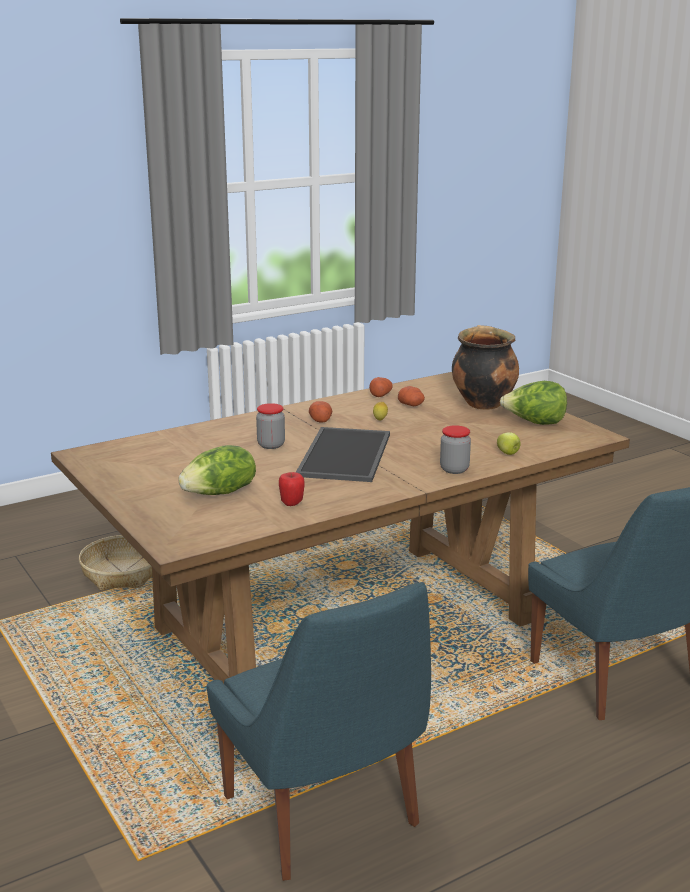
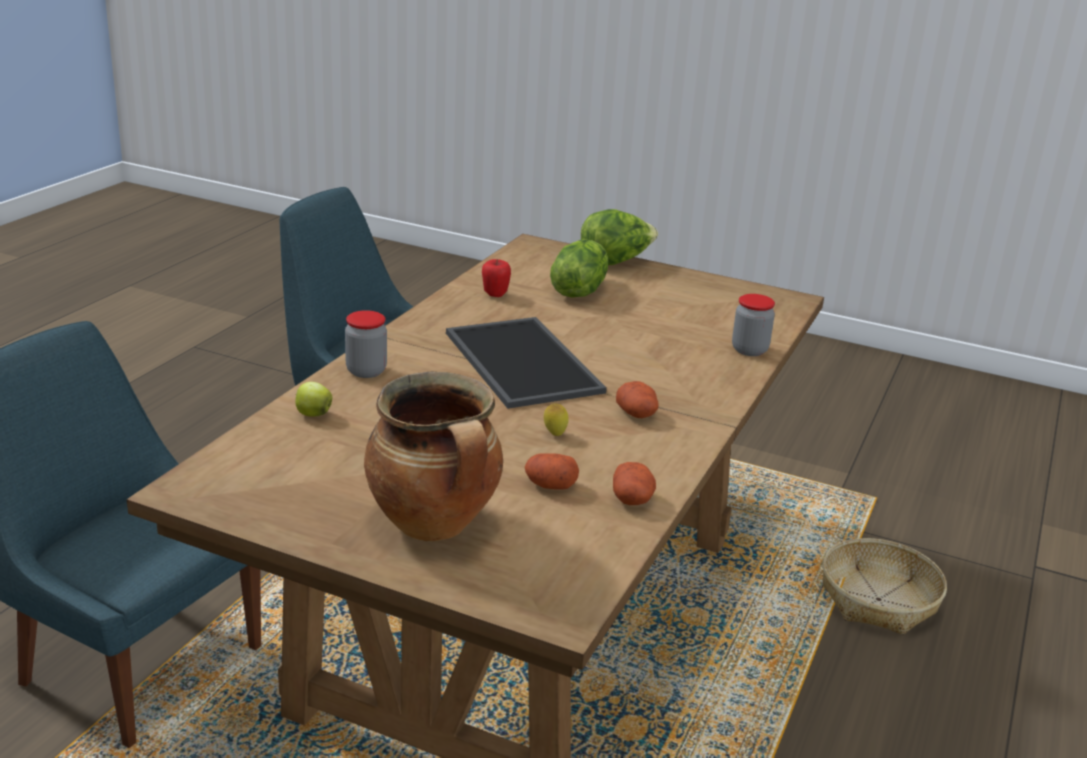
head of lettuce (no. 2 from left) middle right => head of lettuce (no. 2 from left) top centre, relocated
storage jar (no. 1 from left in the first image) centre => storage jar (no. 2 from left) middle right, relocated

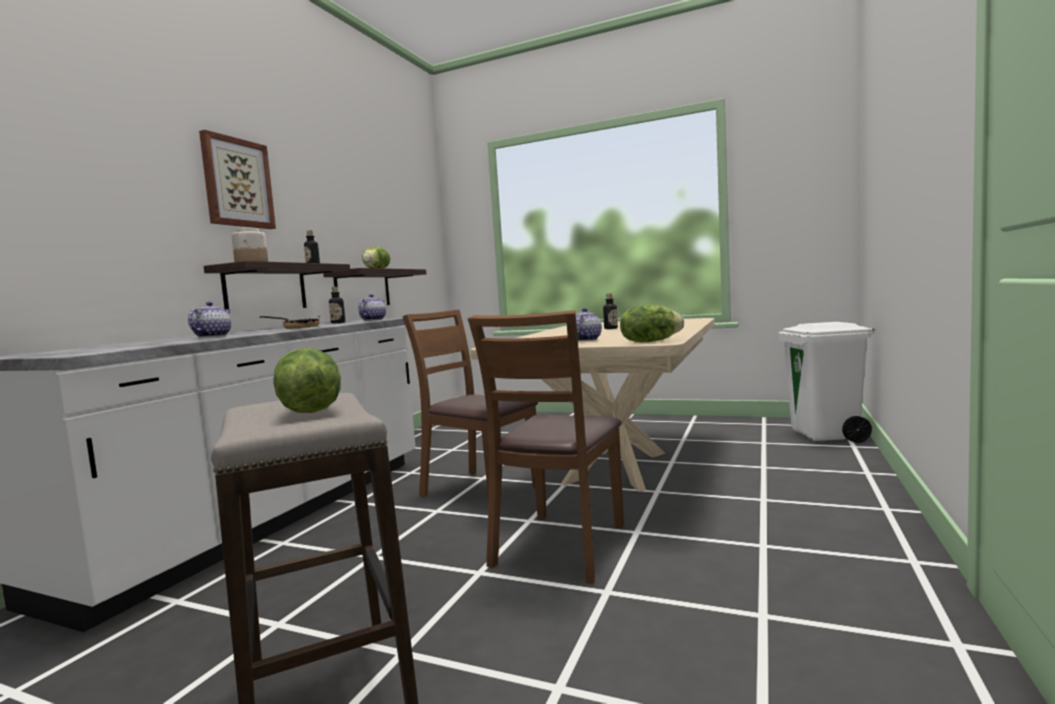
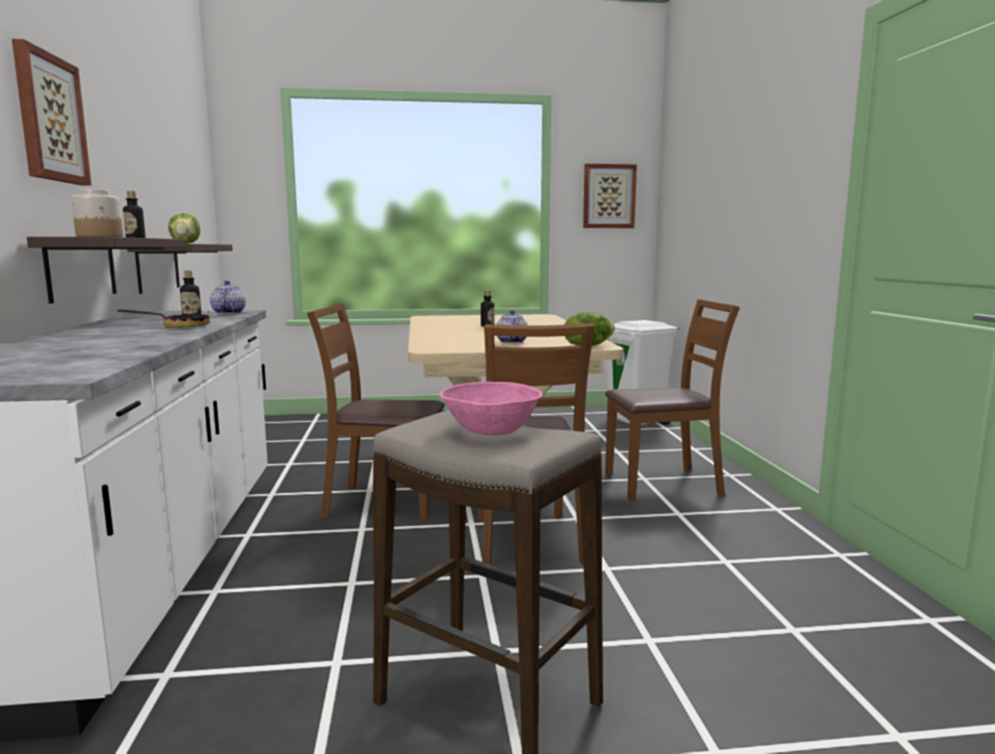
head of lettuce (no. 1 from left) middle left => pink-coloured serving bowl centre
nothing => wall picture (no. 2 from left) top centre
nothing => brown-coloured upright chair (no. 3 from left) middle right
teapot (no. 1 from left) middle left => nothing

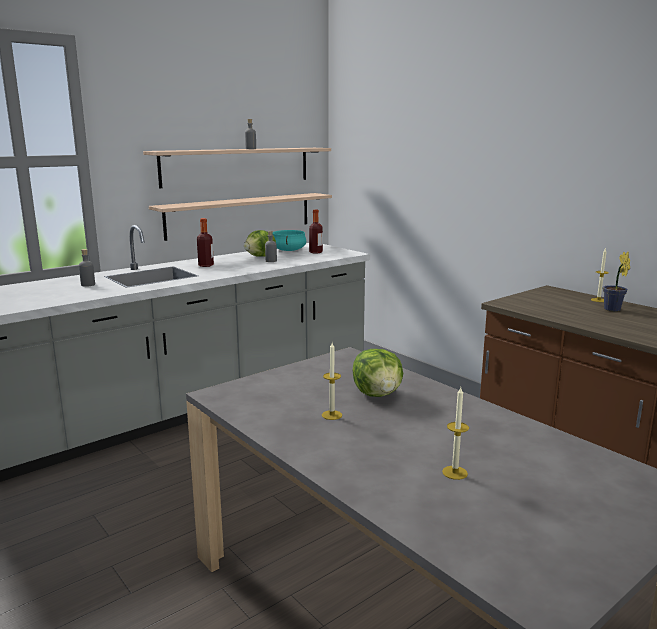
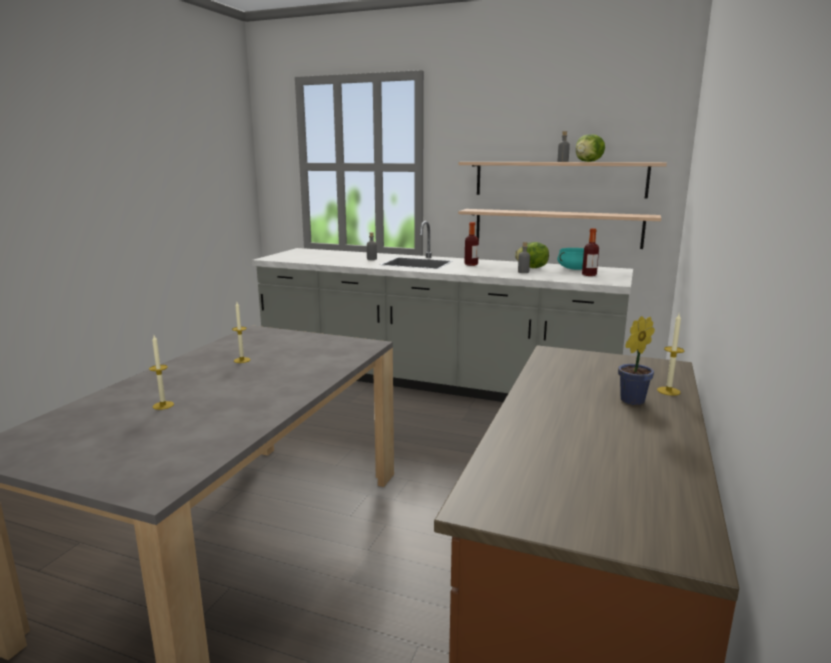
head of lettuce (no. 2 from left) centre => head of lettuce (no. 2 from left) top right, relocated

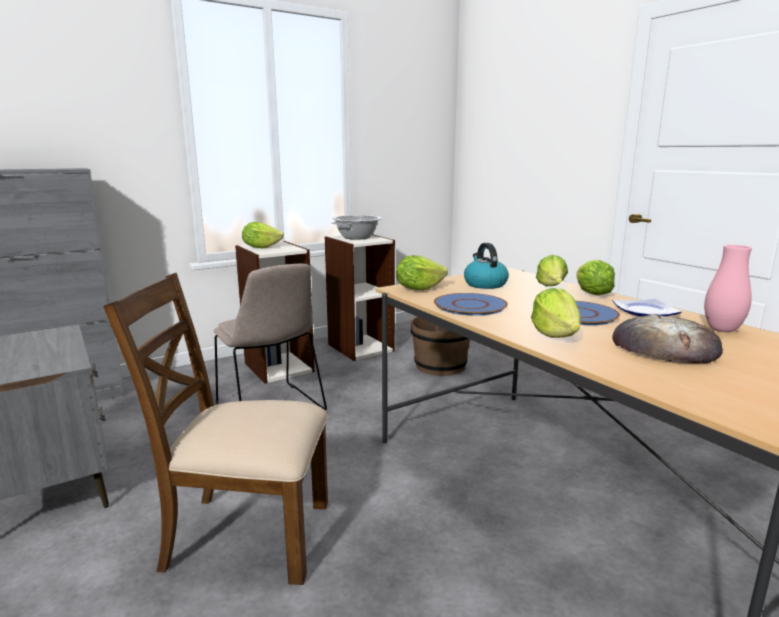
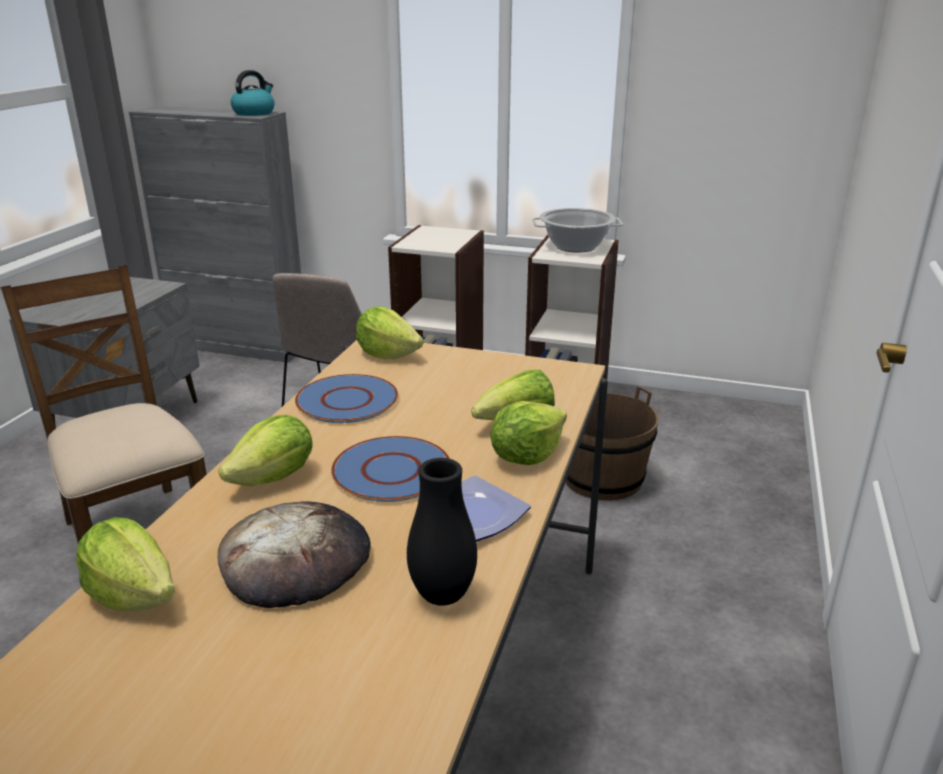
head of lettuce (no. 1 from left) centre => head of lettuce (no. 1 from left) bottom left, relocated
tea kettle centre => tea kettle top left, relocated
pink-coloured flower vase middle right => blackish flower vase bottom centre

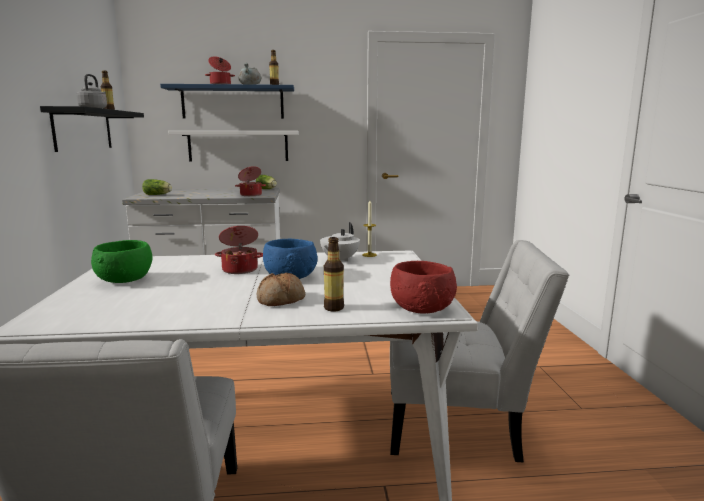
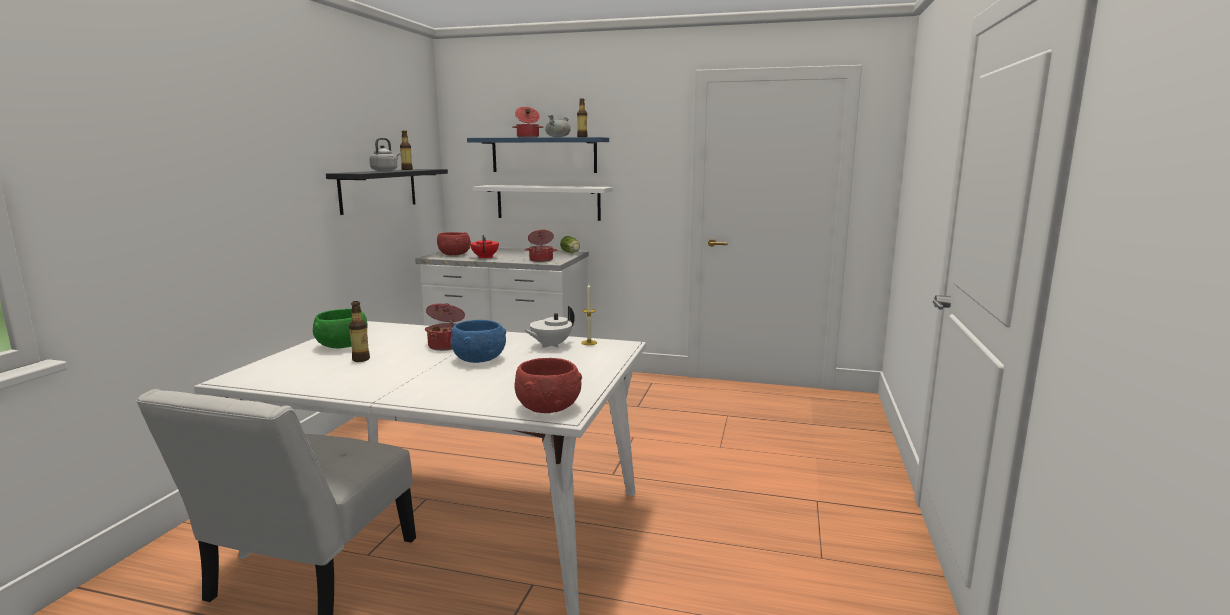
bottle (no. 3 from left in the first image) centre => bottle (no. 1 from left) middle left, relocated
head of lettuce (no. 1 from left) middle left => red-coloured serving bowl (no. 1 from left) centre
nothing => red-coloured teapot centre
bread centre => nothing
white-coloured upright chair (no. 2 from left) bottom right => nothing

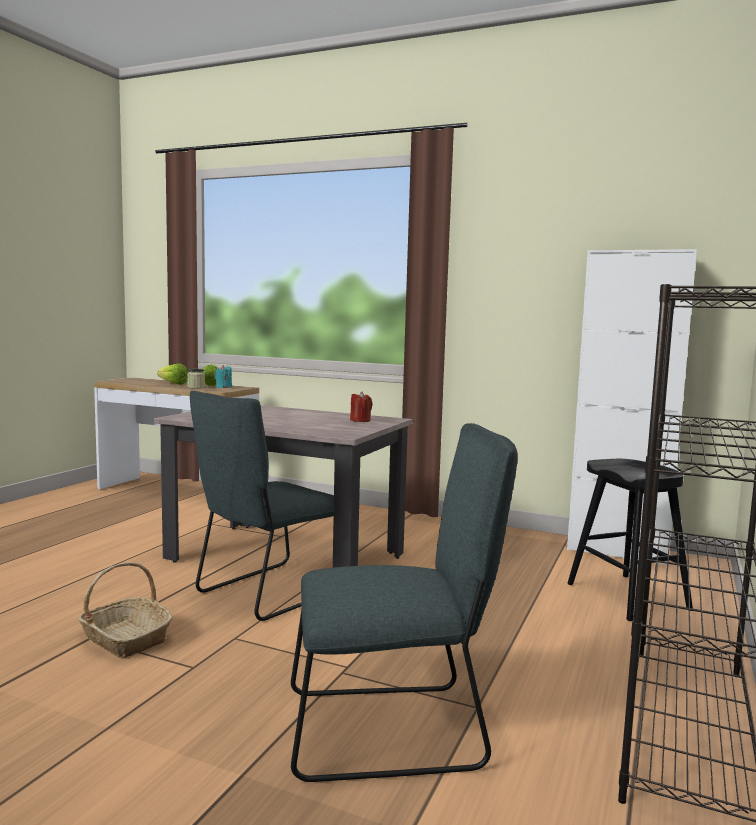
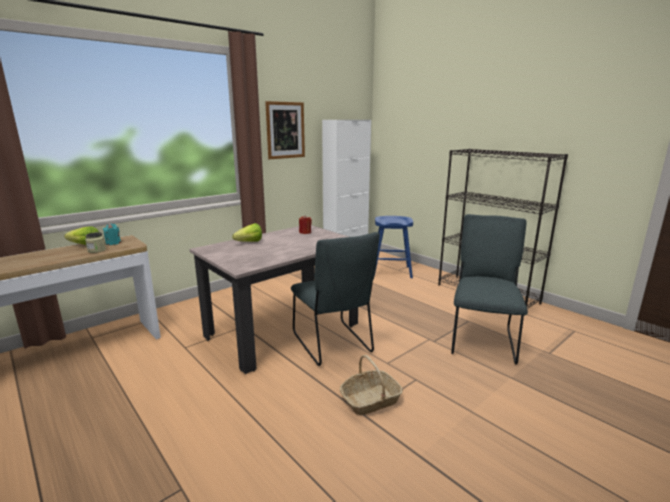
head of lettuce (no. 1 from left in the first image) middle left => head of lettuce (no. 2 from left) centre, relocated
nothing => wall picture top centre
blackish stool seat middle right => blue-coloured stool seat centre

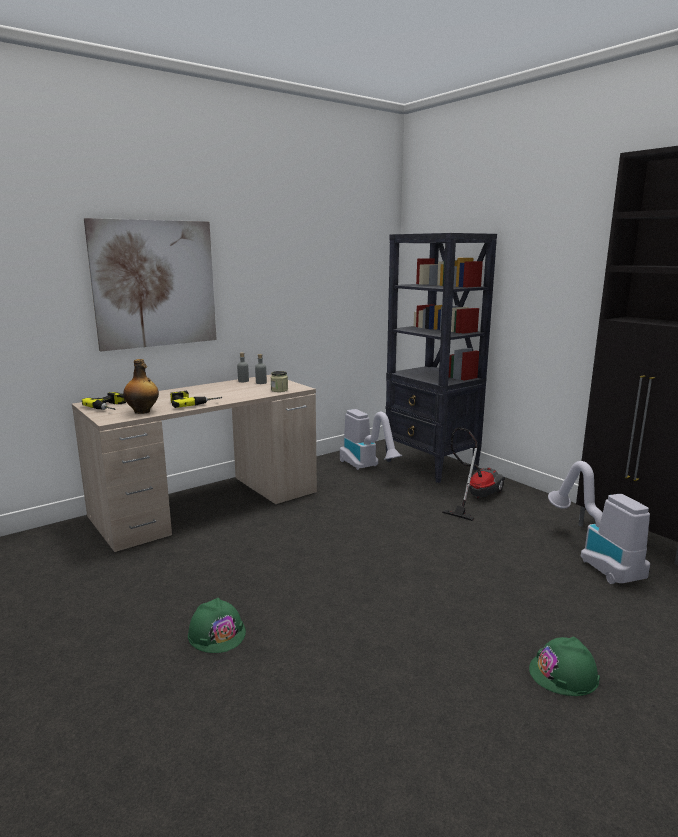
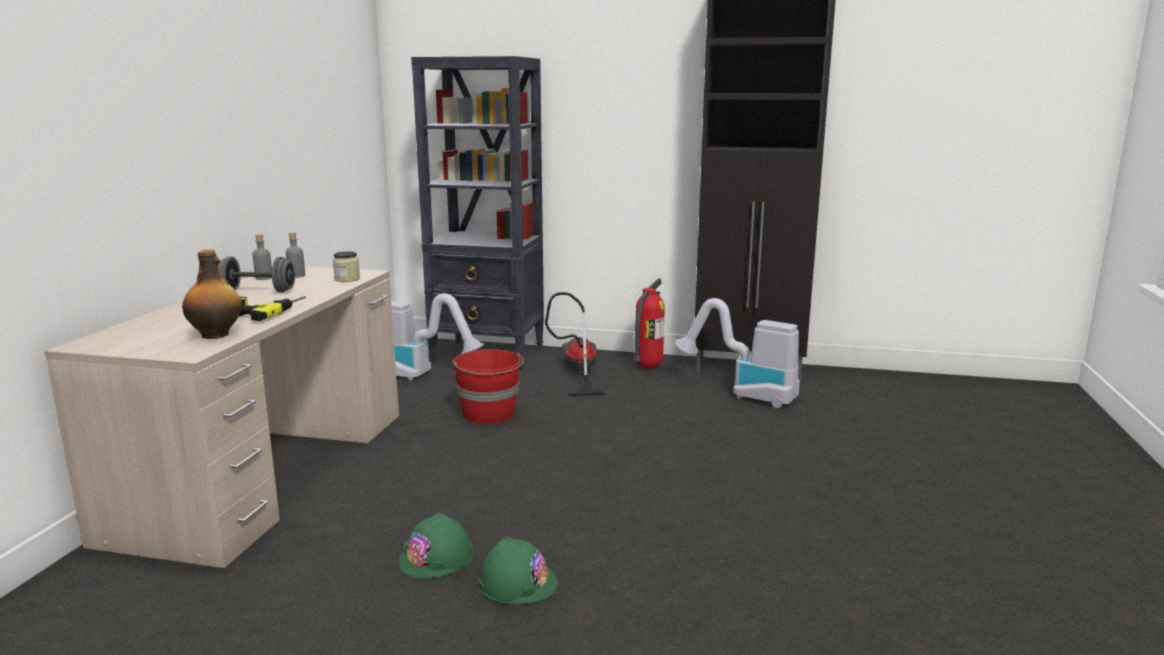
nothing => gray hand weight middle left
greenish safety helmet (no. 2 from left in the first image) bottom right => greenish safety helmet (no. 1 from left) bottom centre, relocated
nothing => red-coloured water bucket centre
nothing => fire extinguisher centre
drill (no. 1 from left) middle left => nothing
wall picture middle left => nothing

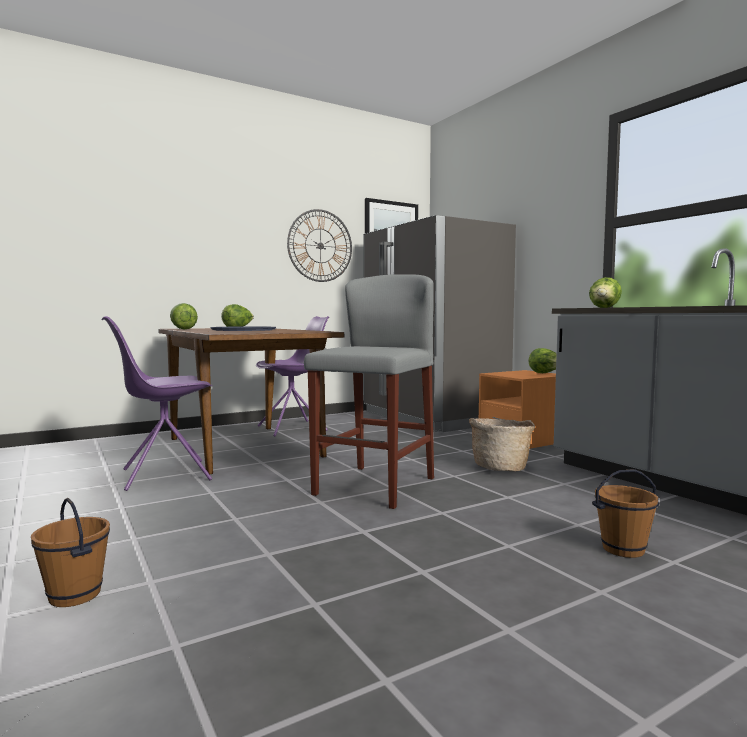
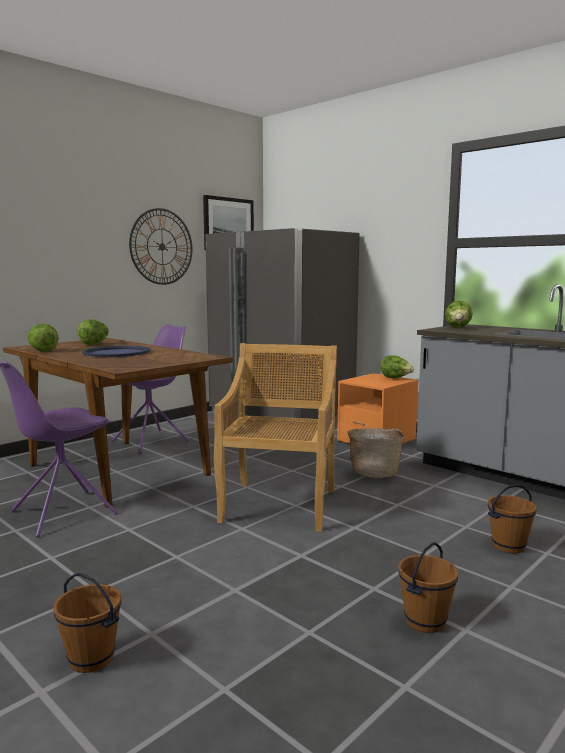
gray stool seat centre => beige-coloured upright chair centre
nothing => brown-coloured water bucket (no. 2 from left) bottom right

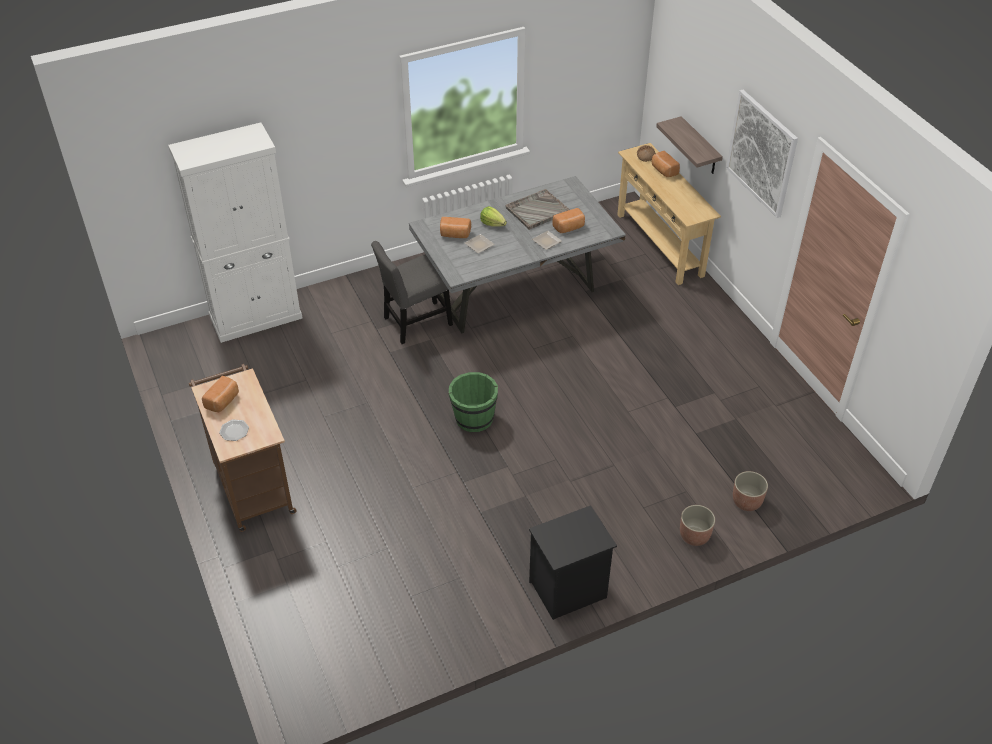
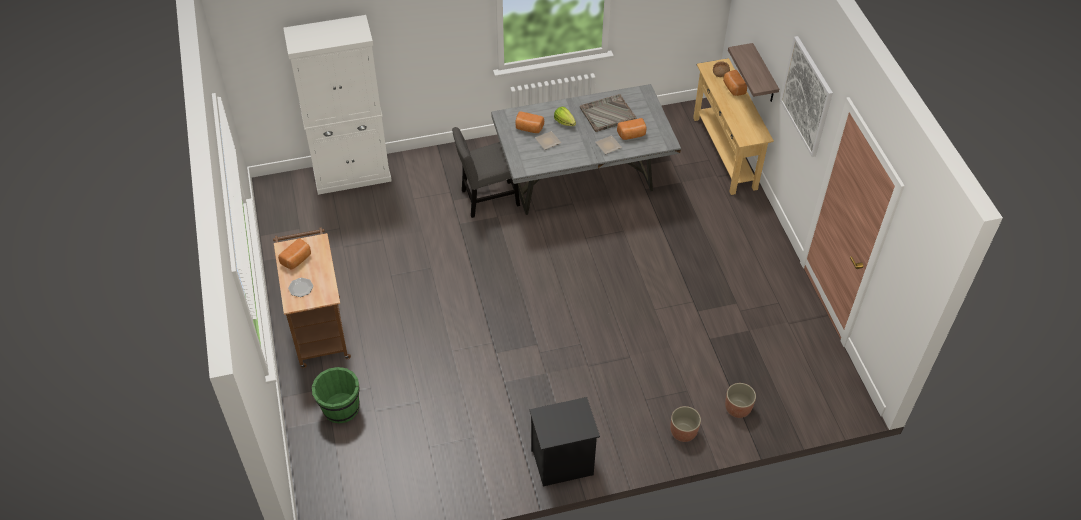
greenish water bucket centre => greenish water bucket bottom left, relocated

